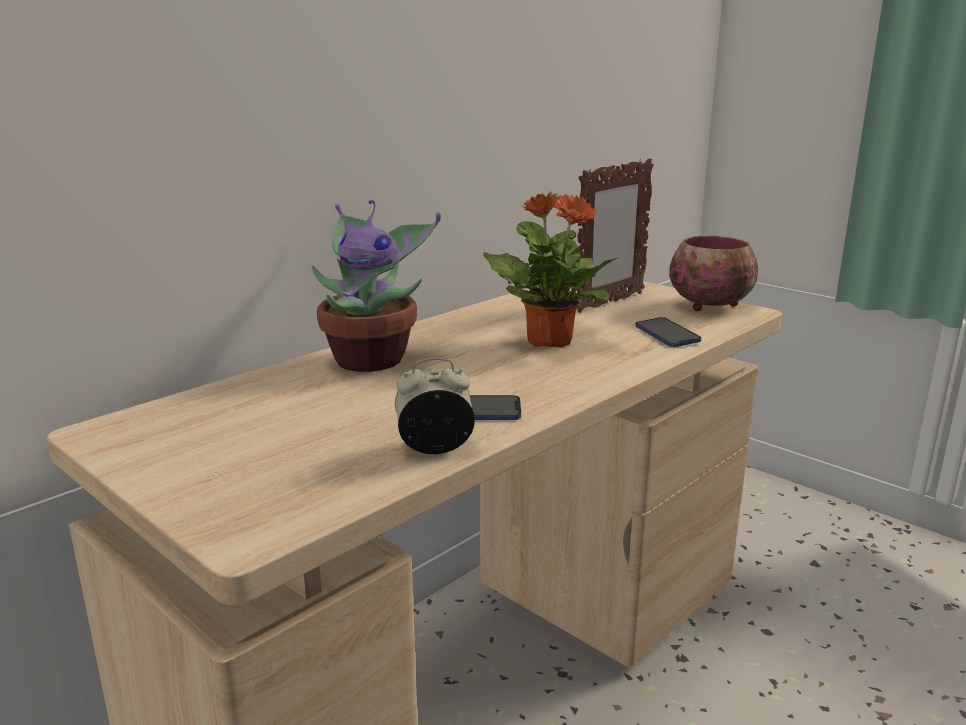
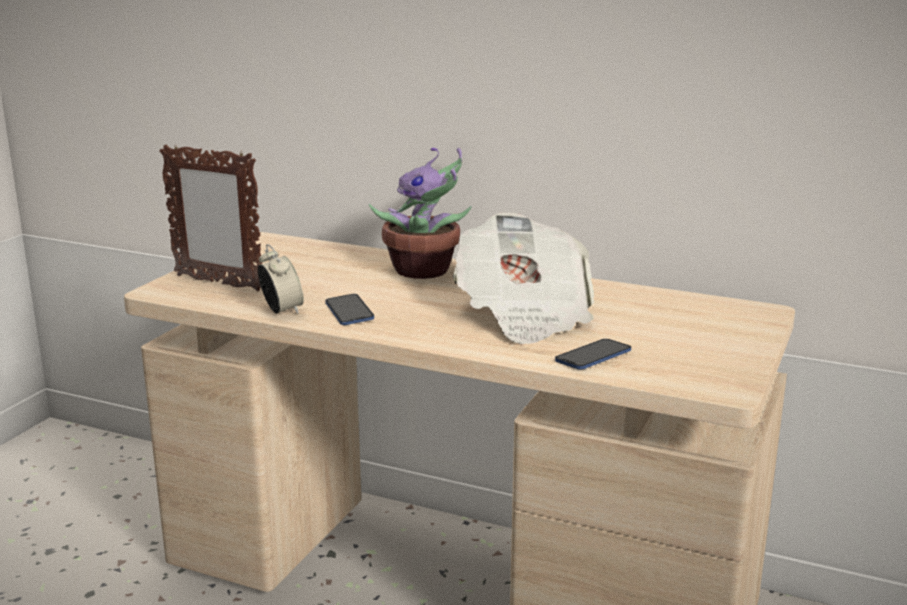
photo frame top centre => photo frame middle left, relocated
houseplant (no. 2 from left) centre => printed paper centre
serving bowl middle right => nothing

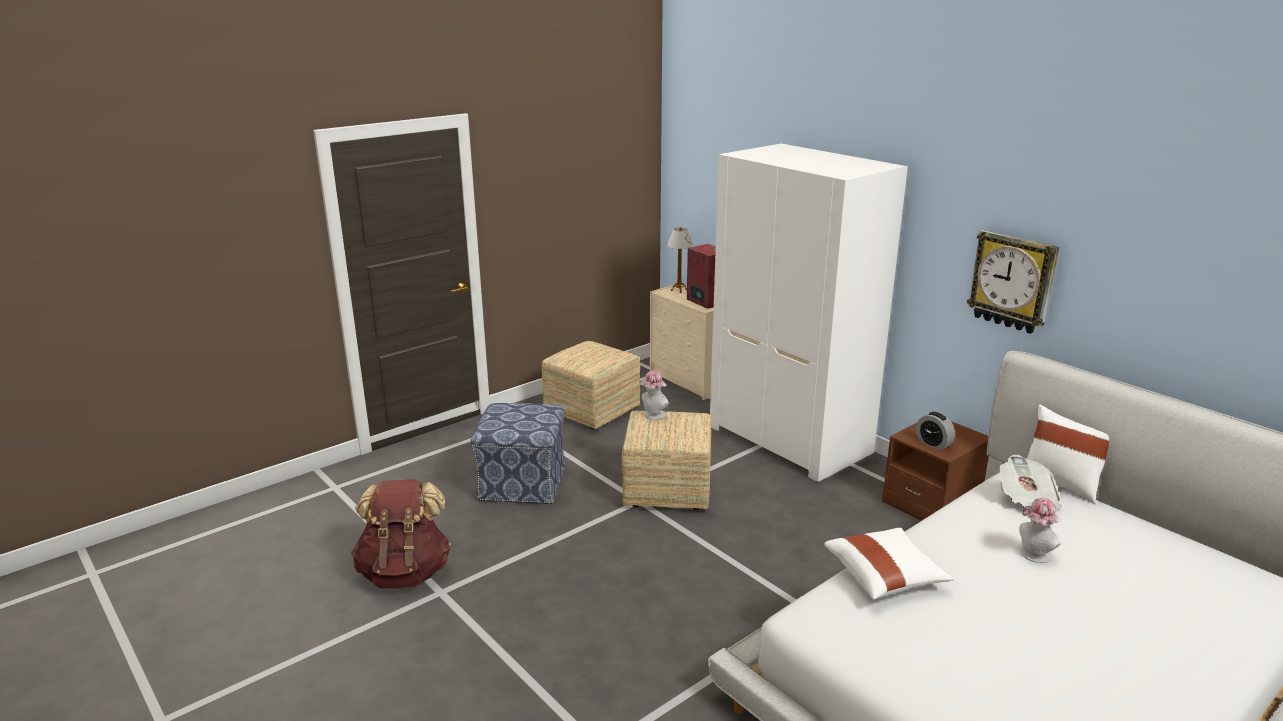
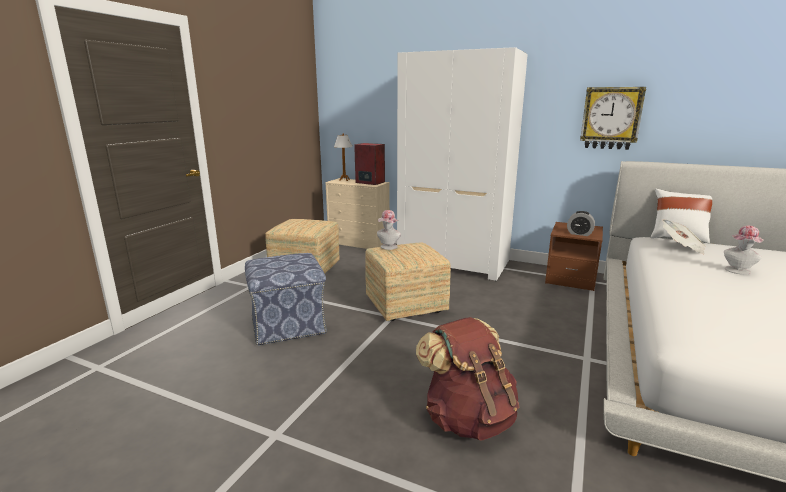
brown-coloured rucksack bottom left => brown-coloured rucksack bottom centre, relocated
white-coloured throw pillow (no. 1 from left) bottom right => nothing

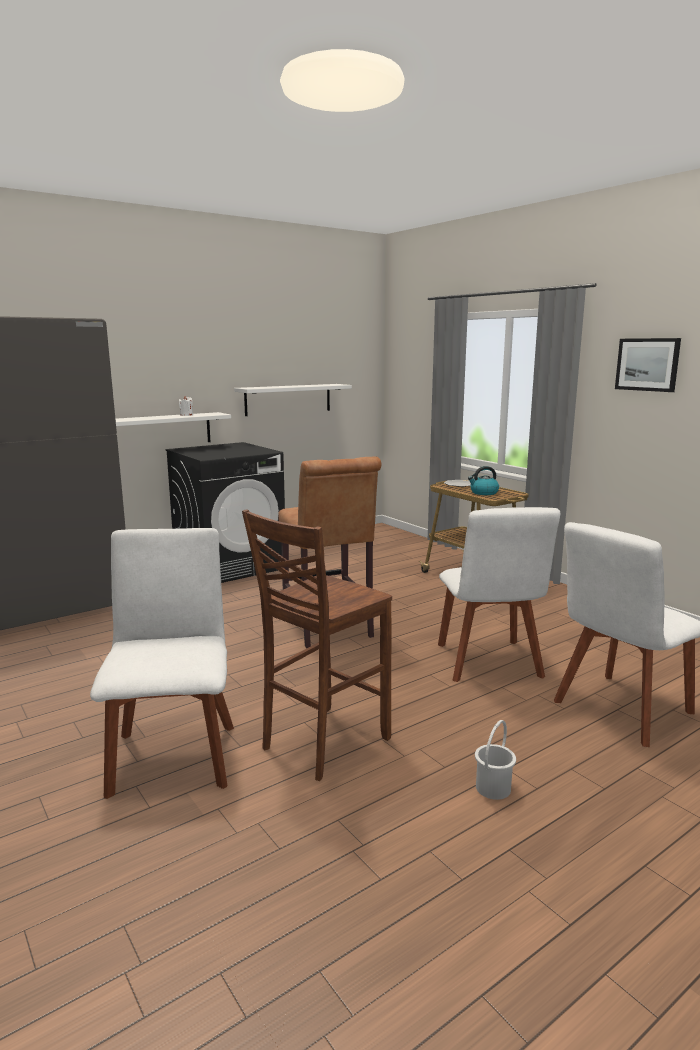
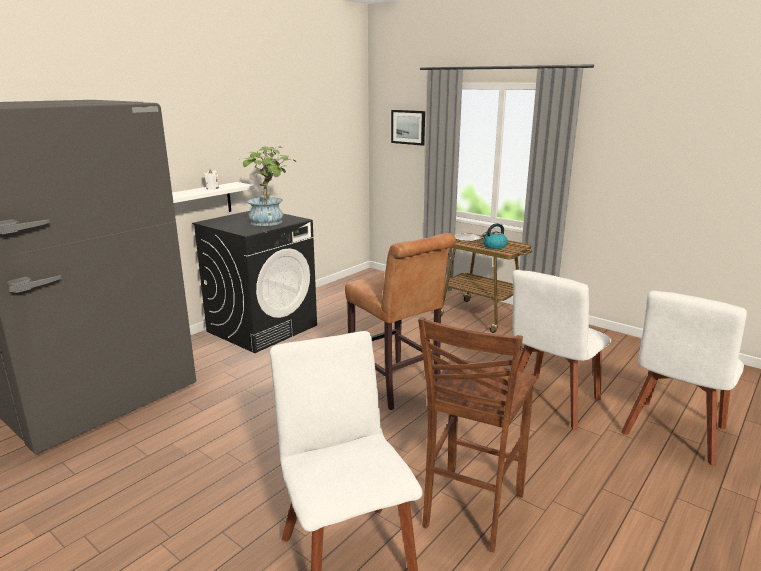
nothing => houseplant top centre
wall picture middle right => wall picture top centre, relocated
white-coloured upright chair (no. 2 from left) middle right, 60 degrees clockwise
white-coloured shelf (no. 2 from left) centre => nothing
white-coloured water bucket bottom right => nothing

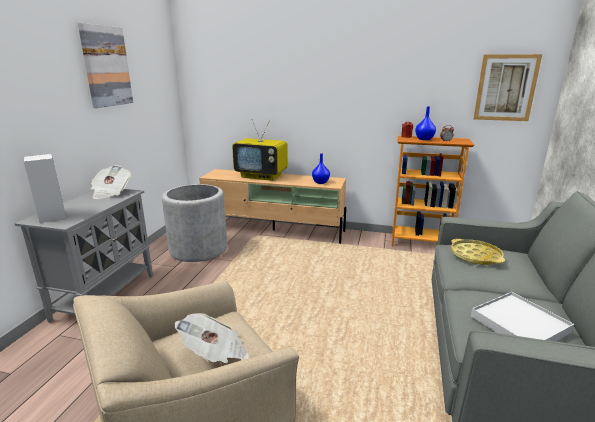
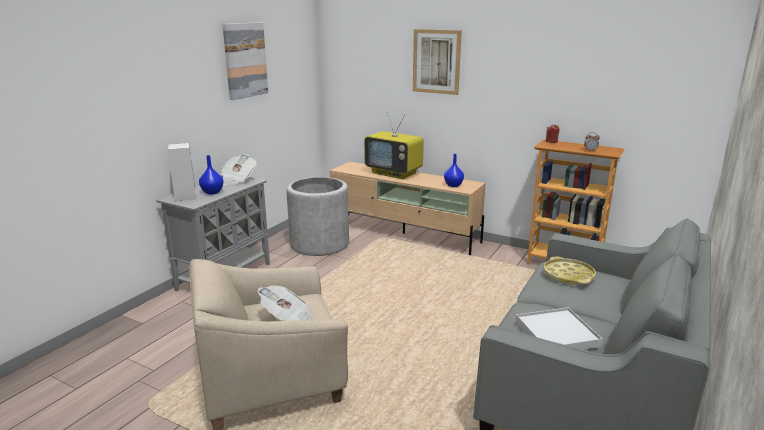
blue-coloured flower vase (no. 2 from left in the first image) top right => blue-coloured flower vase (no. 1 from left) middle left, relocated
wall picture (no. 2 from left) top right => wall picture (no. 2 from left) top centre, relocated

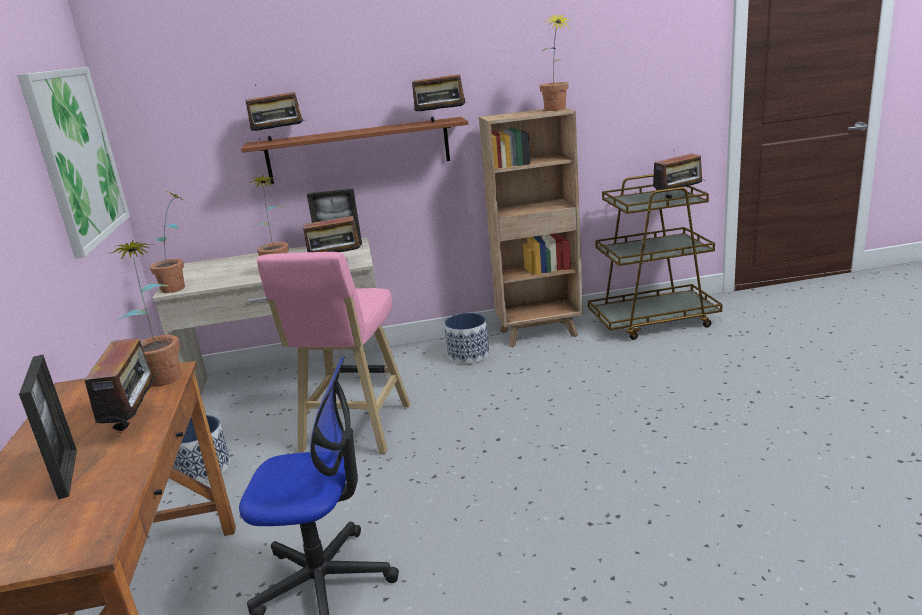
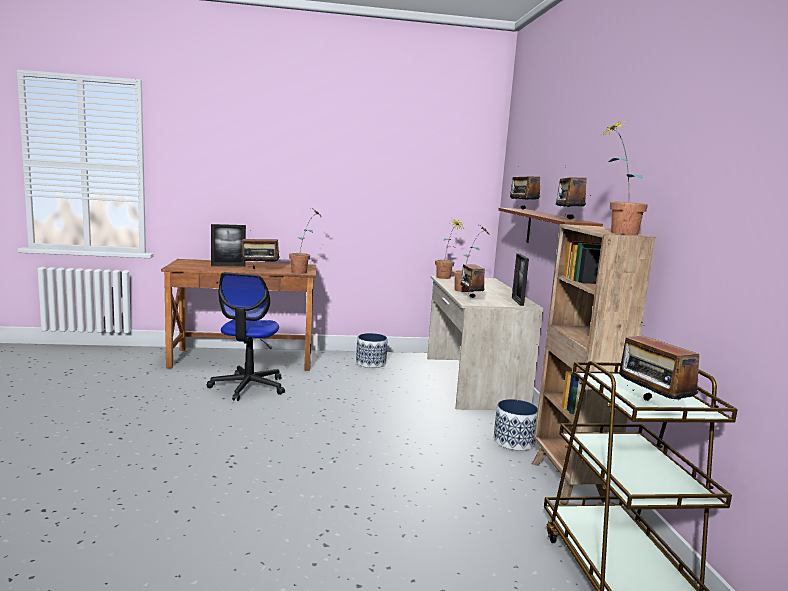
wall picture top left => nothing
pink-coloured stool seat centre => nothing

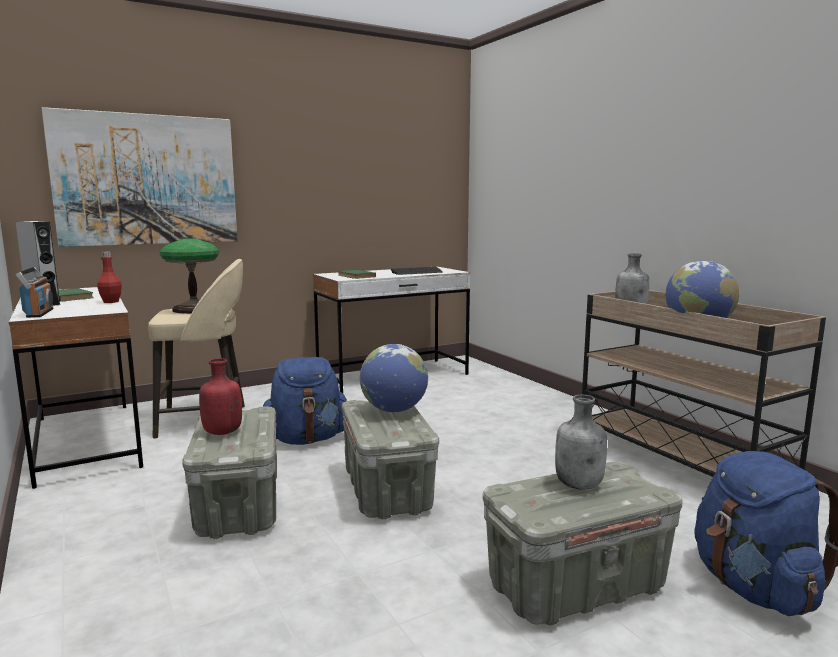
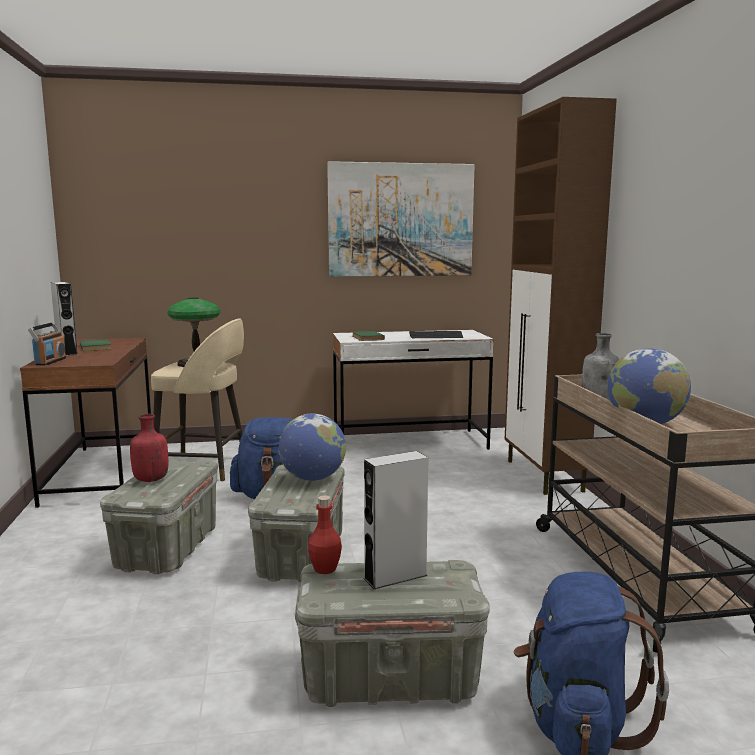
white-coloured desk table (no. 1 from left) middle left => brown-coloured desk table middle left
red-coloured bottle (no. 1 from left in the first image) middle left => red-coloured bottle (no. 2 from left) bottom centre, relocated
wall picture top left => wall picture top centre, relocated
gray bottle (no. 1 from left) bottom right => gray loudspeaker (no. 2 from left) bottom centre
nothing => brown-coloured cupboard middle right

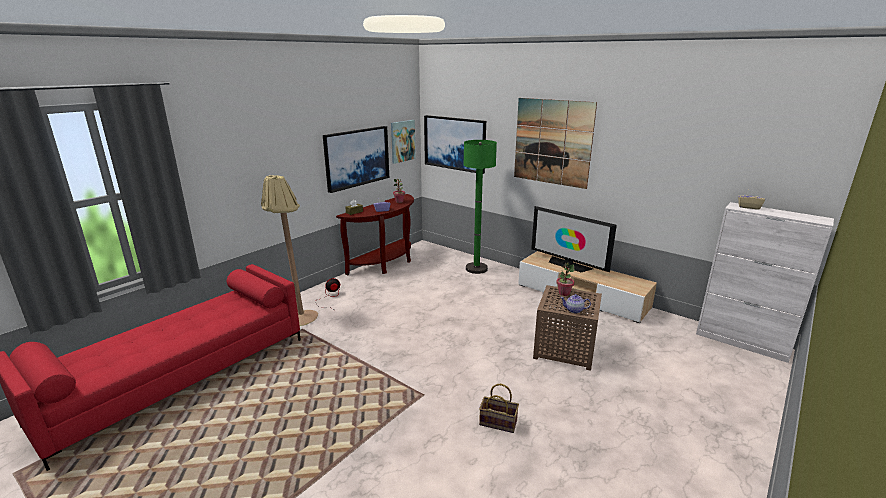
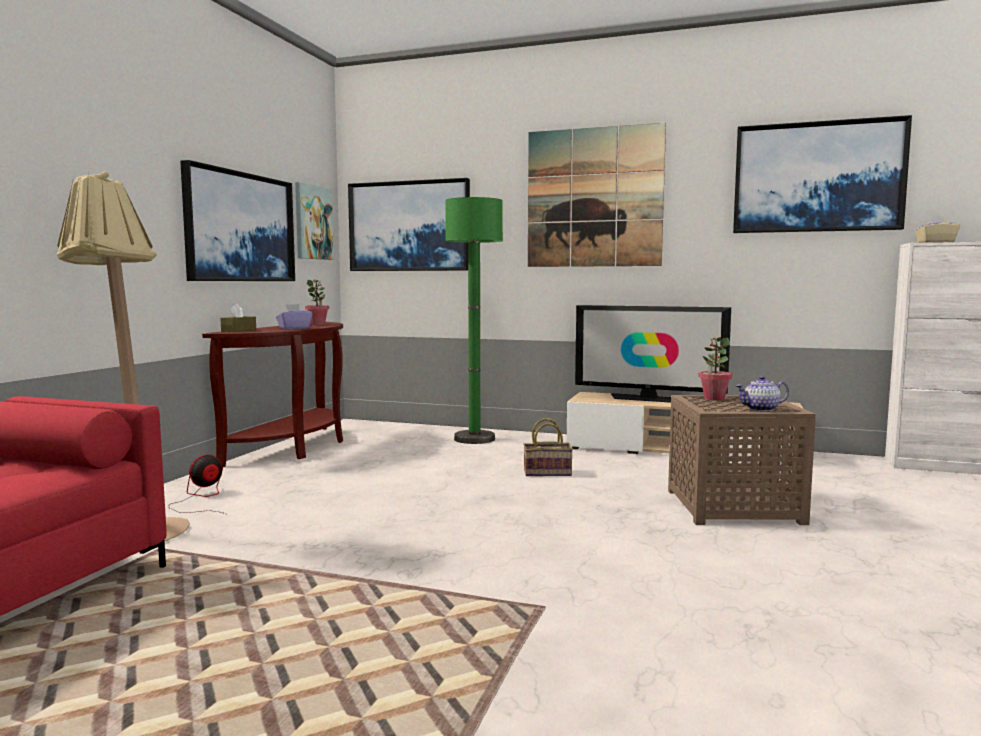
basket bottom centre => basket centre, relocated
nothing => wall picture (no. 5 from left) top right

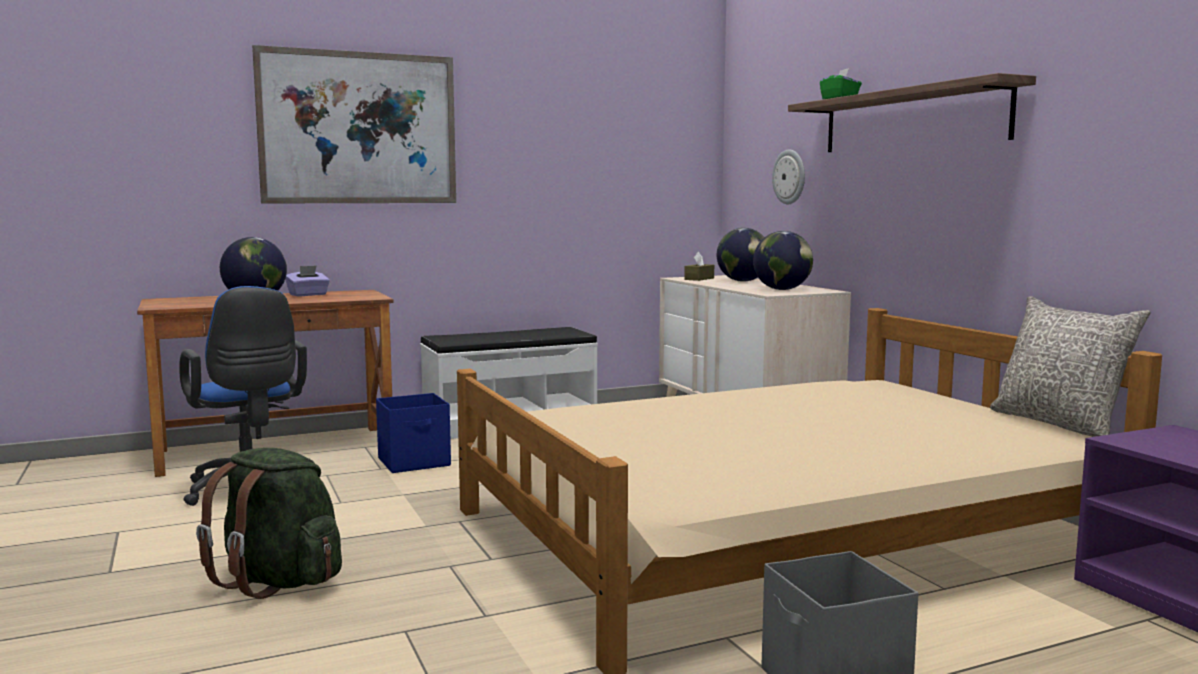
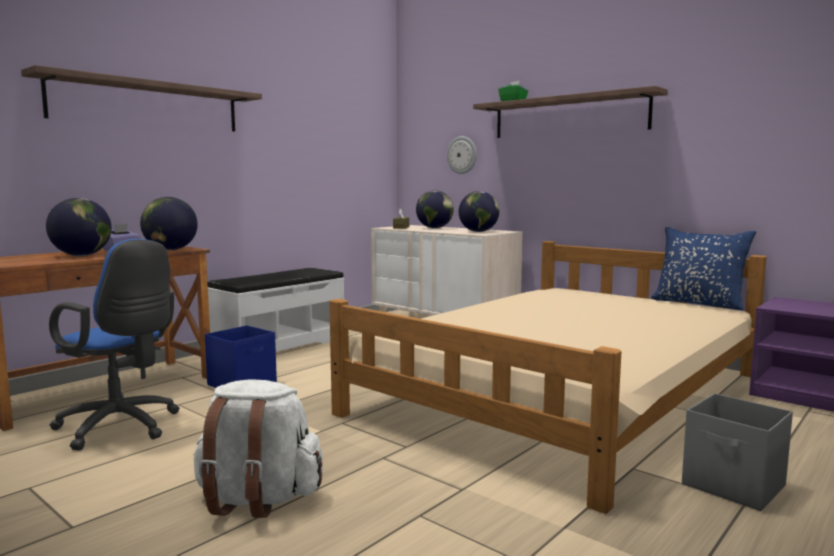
wall picture top left => shelf (no. 1 from left) top left
nothing => desk globe (no. 2 from left) middle left
greenish rucksack bottom left => white-coloured rucksack bottom left
gray throw pillow middle right => blue-coloured throw pillow middle right

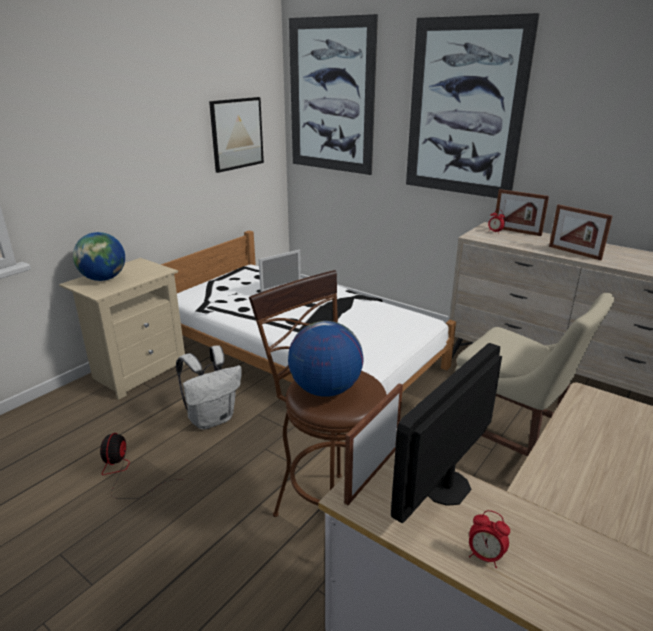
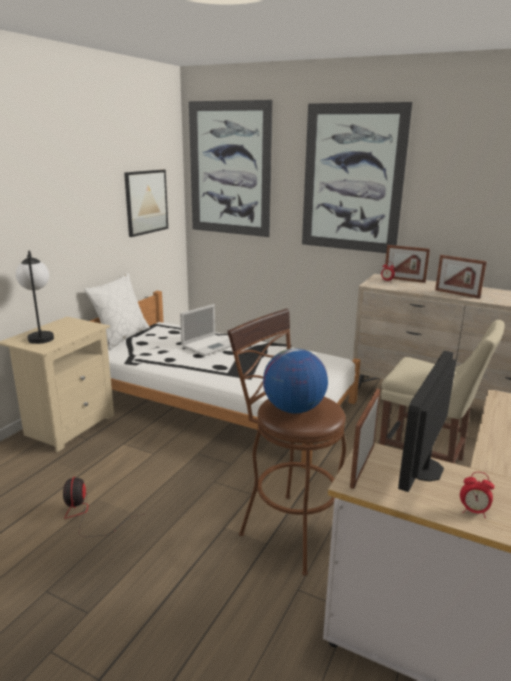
desk globe (no. 1 from left) middle left => table lamp middle left
nothing => white-coloured throw pillow middle left
white-coloured rucksack middle left => nothing

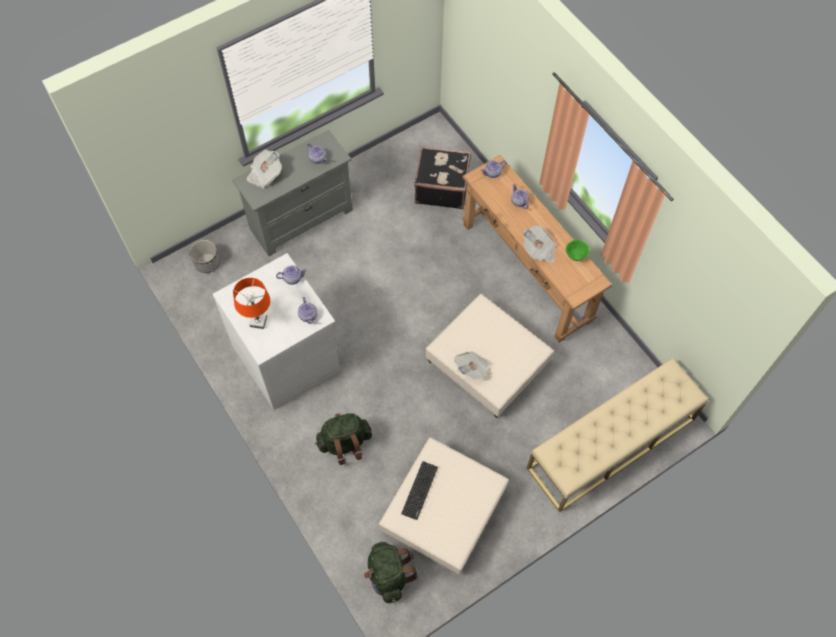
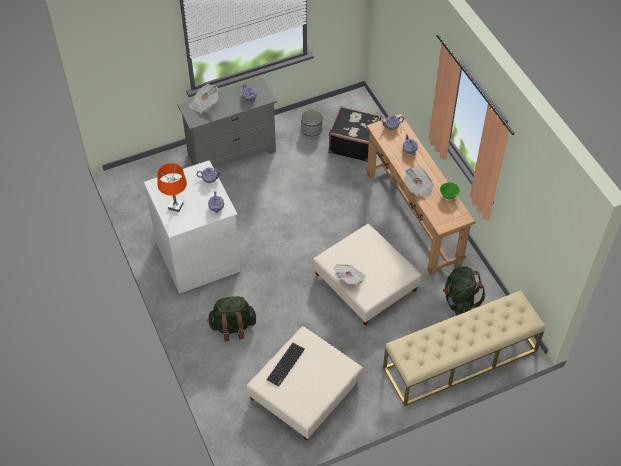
flower pot middle left => flower pot top centre, relocated
greenish rucksack (no. 2 from left) bottom centre => greenish rucksack (no. 2 from left) middle right, relocated

